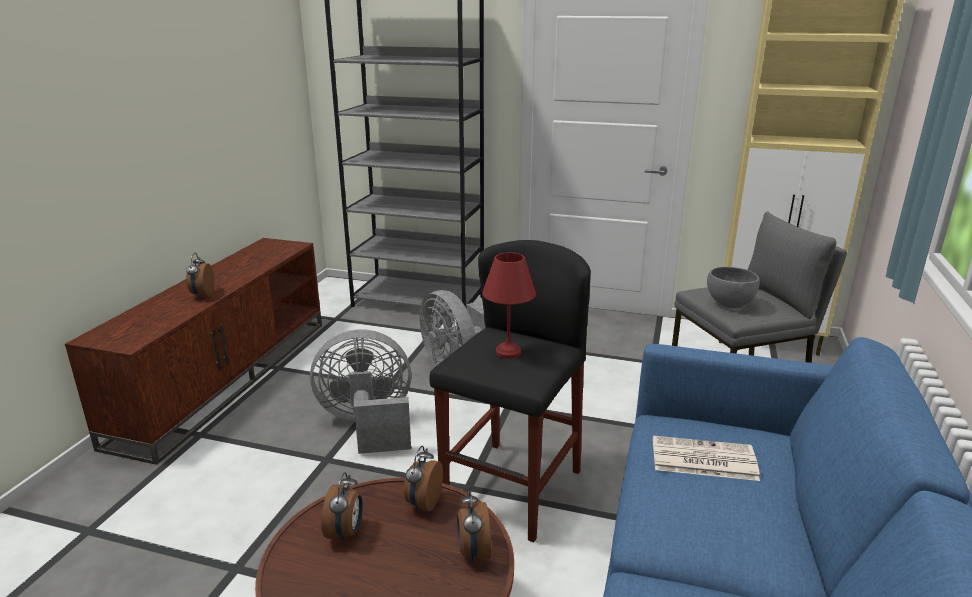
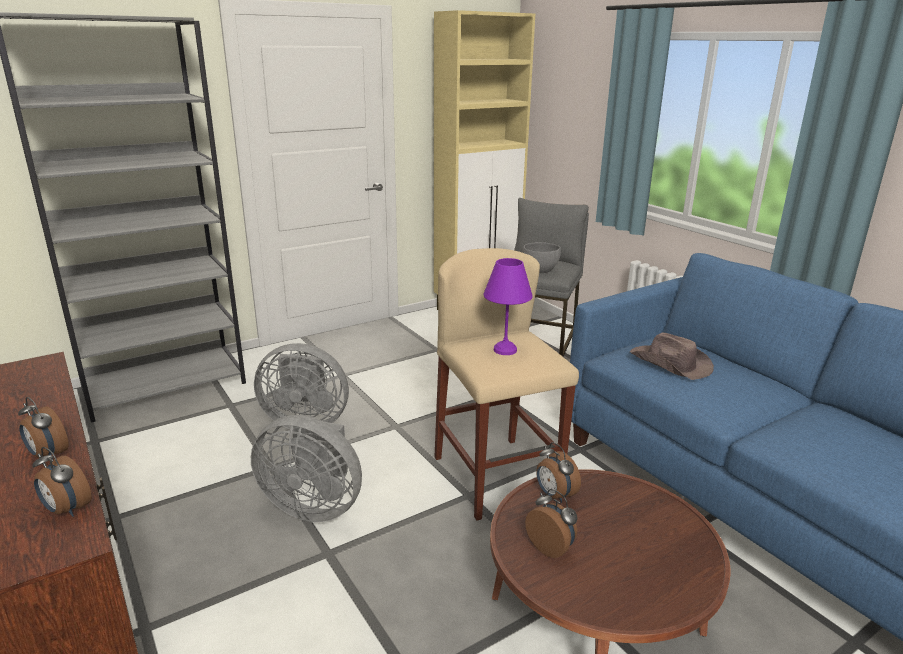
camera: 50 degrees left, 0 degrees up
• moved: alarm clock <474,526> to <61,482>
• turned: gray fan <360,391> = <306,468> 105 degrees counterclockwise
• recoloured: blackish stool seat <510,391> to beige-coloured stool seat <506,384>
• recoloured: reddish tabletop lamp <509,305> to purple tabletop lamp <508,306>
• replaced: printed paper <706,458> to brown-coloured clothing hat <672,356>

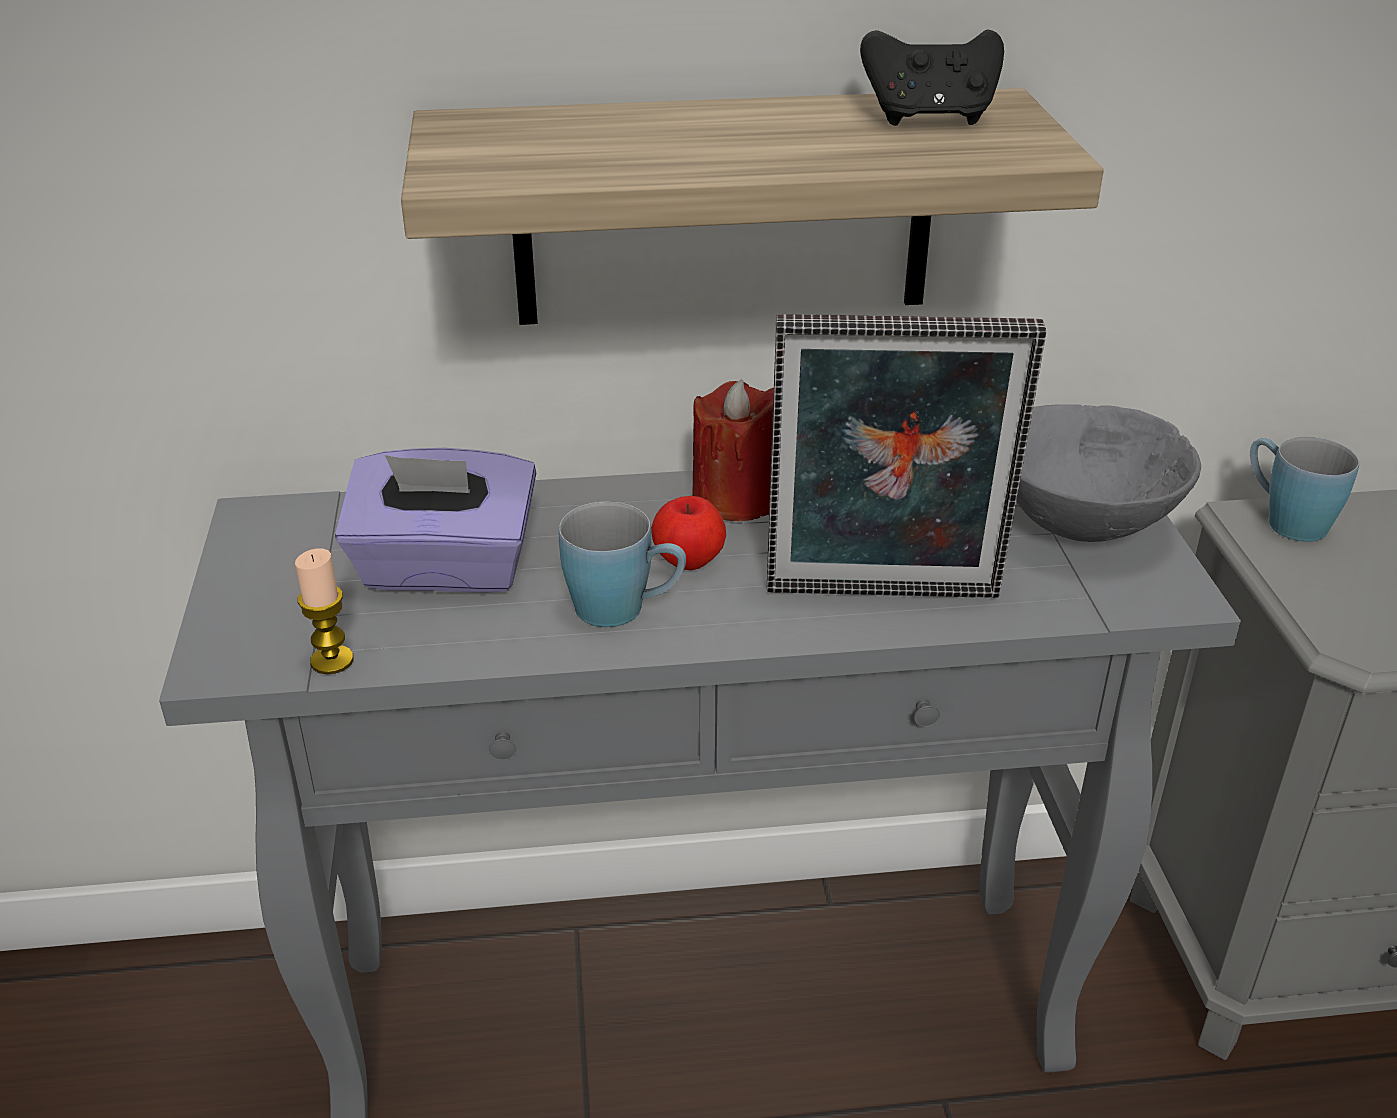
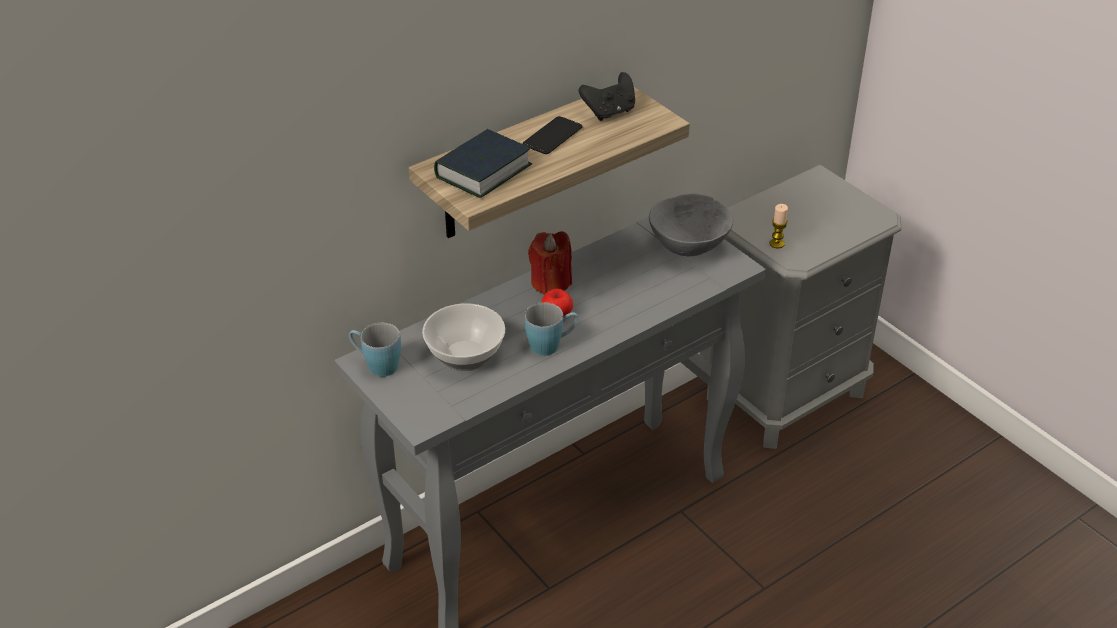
camera: 30 degrees left, 5 degrees up
• moved: blue mug <1304,489> to <375,350>
• replaced: purple tissue box <435,520> to serving bowl <463,337>
• added: volume <483,163>
• added: telephone <552,135>
• moved: wax light <324,611> to <778,226>
• removed: picture frame <906,456>

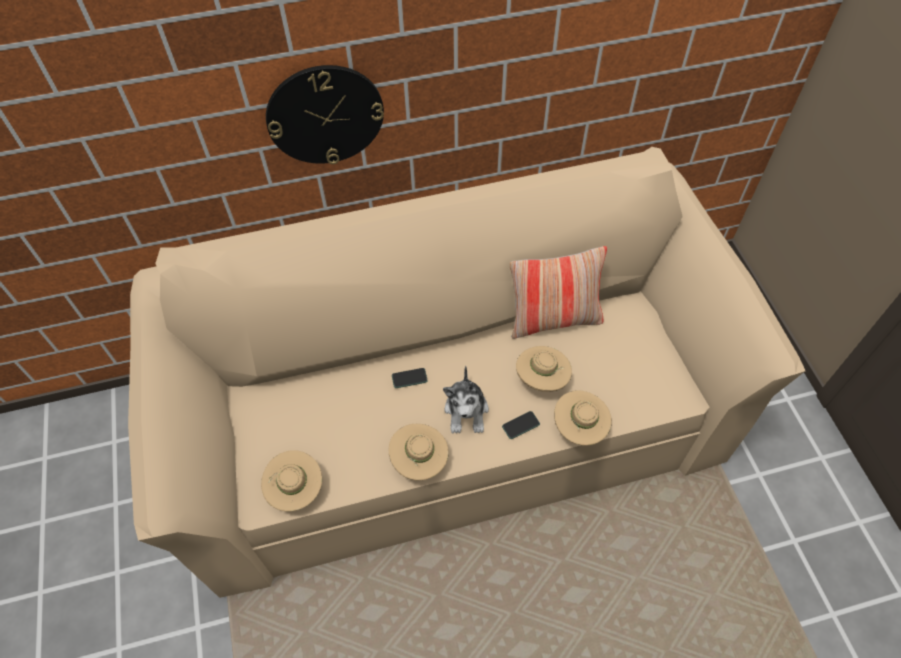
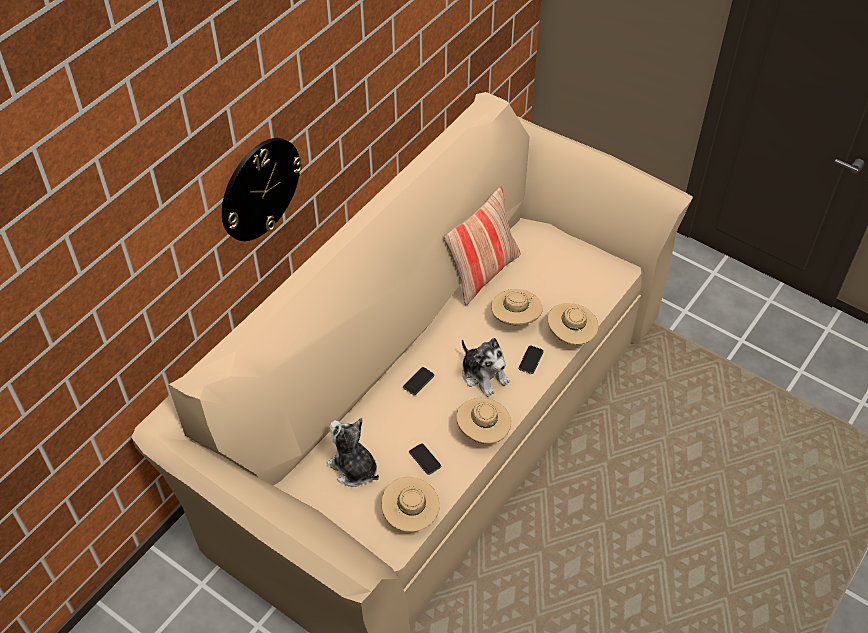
camera: 40 degrees left, 5 degrees down
• added: cuddly toy <352,452>
• added: telephone <425,459>

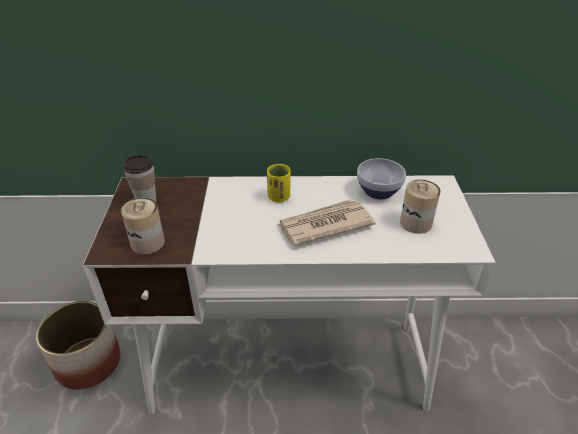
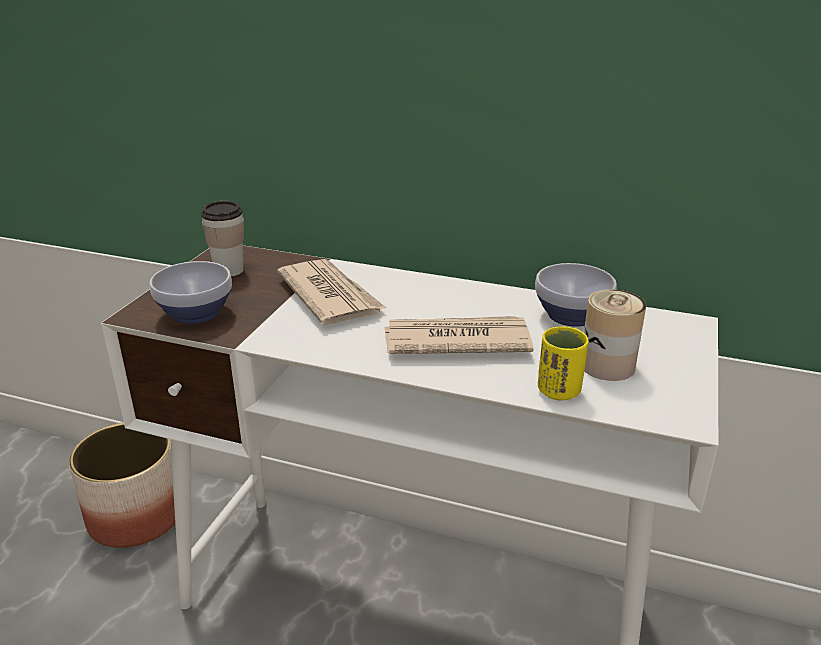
camera: 20 degrees right, 10 degrees down
• replaced: can <143,226> to serving bowl <191,292>
• added: printed paper <332,292>
• moved: yellow small cup <279,183> to <563,363>

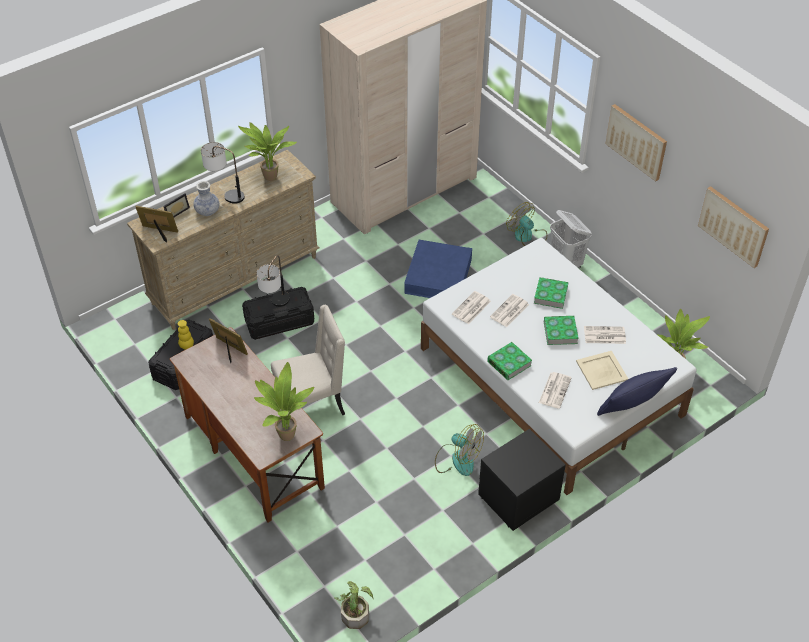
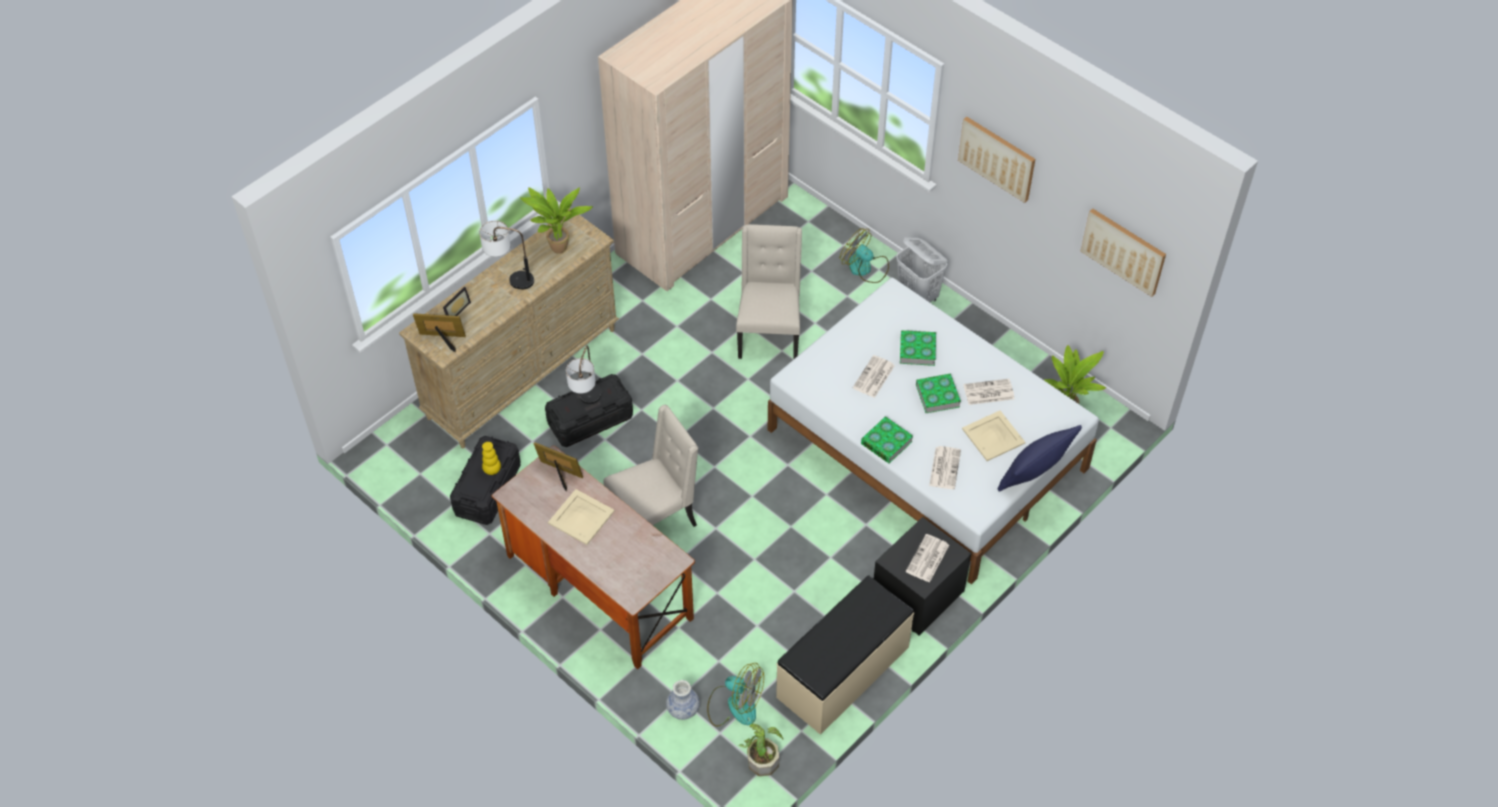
camera: 10 degrees left, 5 degrees up
• added: beige-coloured tray <581,517>
• moved: vase <206,198> to <683,700>
• moved: fan <459,450> to <735,695>
• replaced: blue storage container <438,269> to beige-coloured chair <769,291>
• added: beige-coloured bench <845,655>
• moved: printed paper <471,307> to <927,558>
• removed: plant in a pot <284,401>

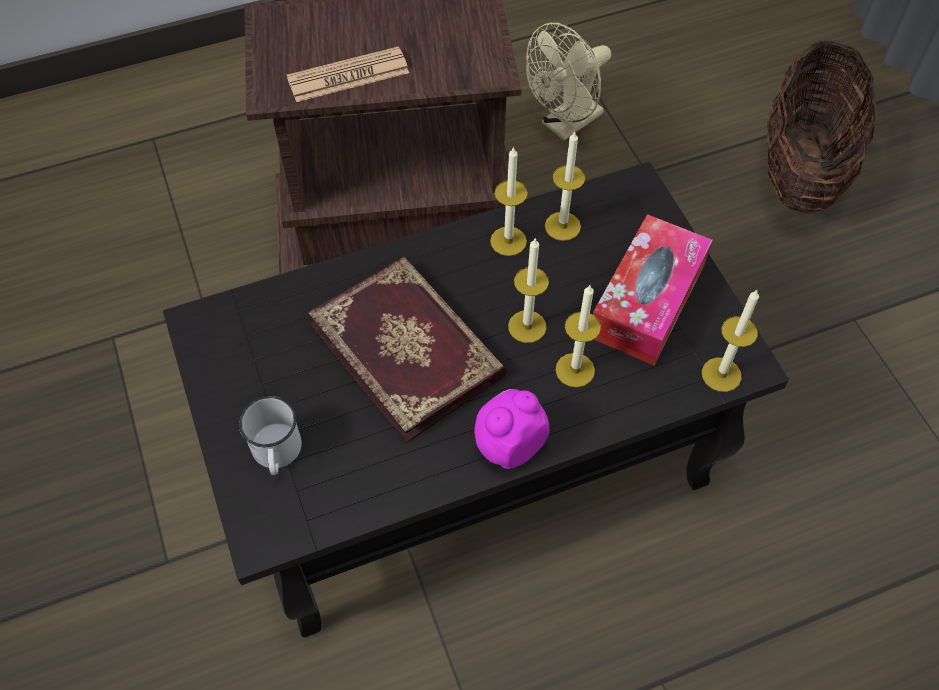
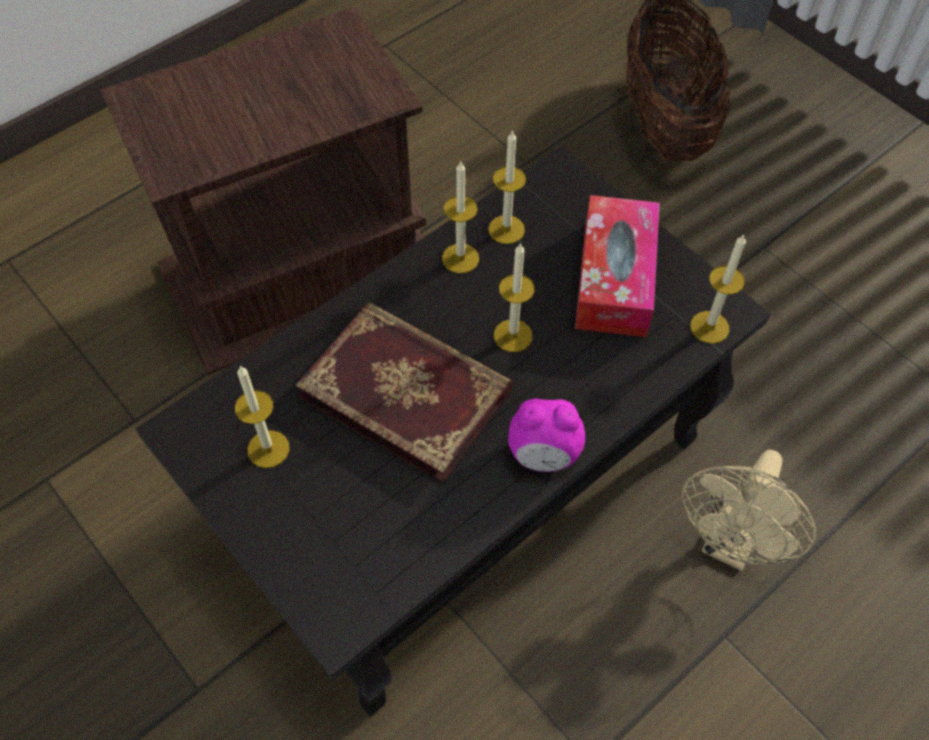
camera: 20 degrees left, 0 degrees up
• moved: wax light <578,336> to <262,416>
• turned: alarm clock <511,429> = <546,435> 120 degrees counterclockwise
• moved: beige-coloured fan <568,81> to <749,510>
• removed: whitish mug <270,435>
• removed: printed paper <348,74>

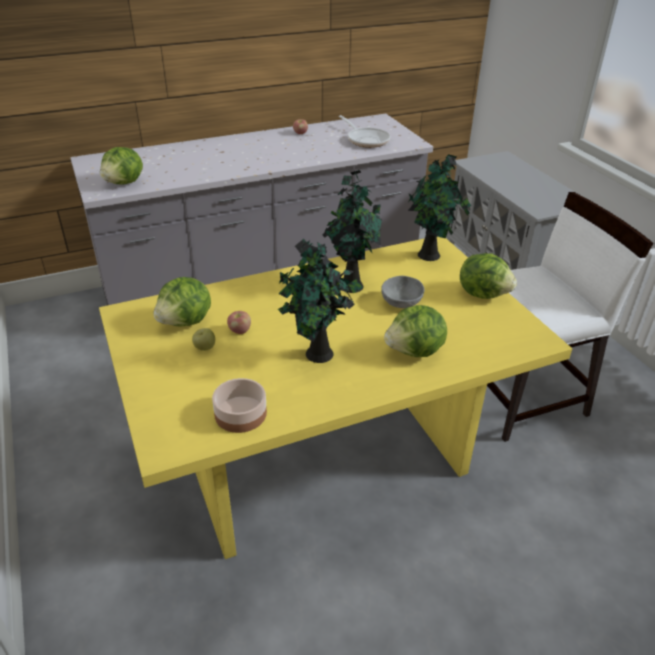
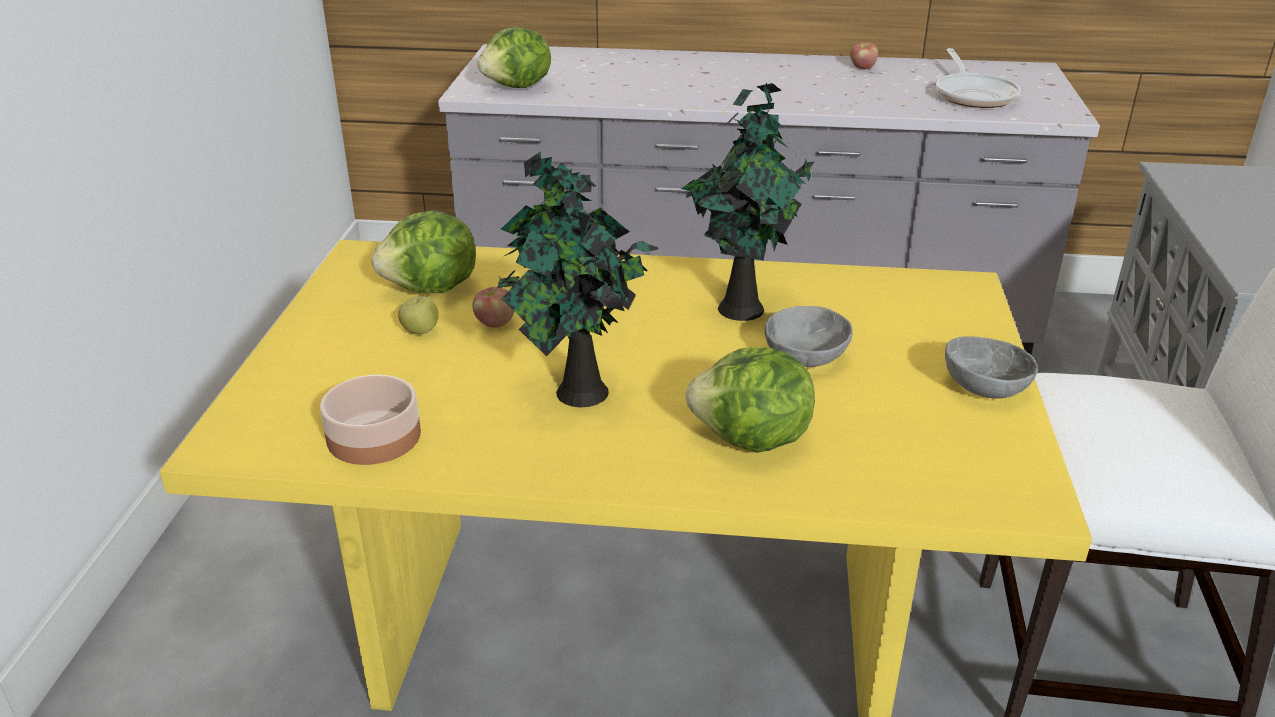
camera: 30 degrees right, 5 degrees down
• replaced: head of lettuce <488,276> to gray serving bowl <991,367>
• removed: plant in a pot <439,207>

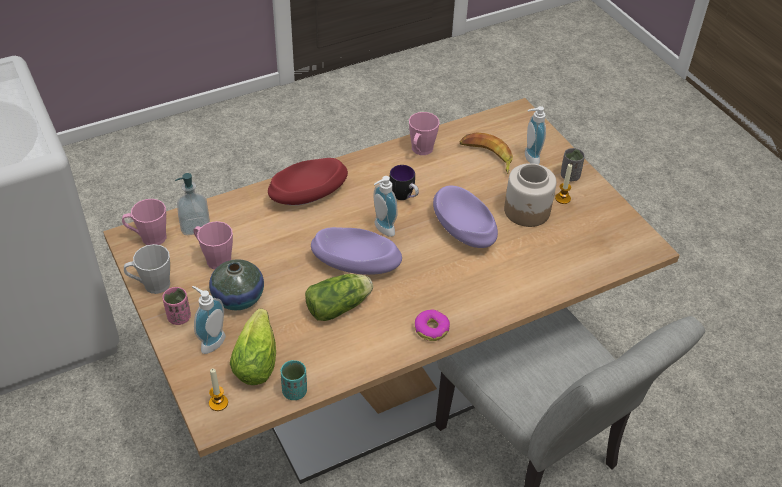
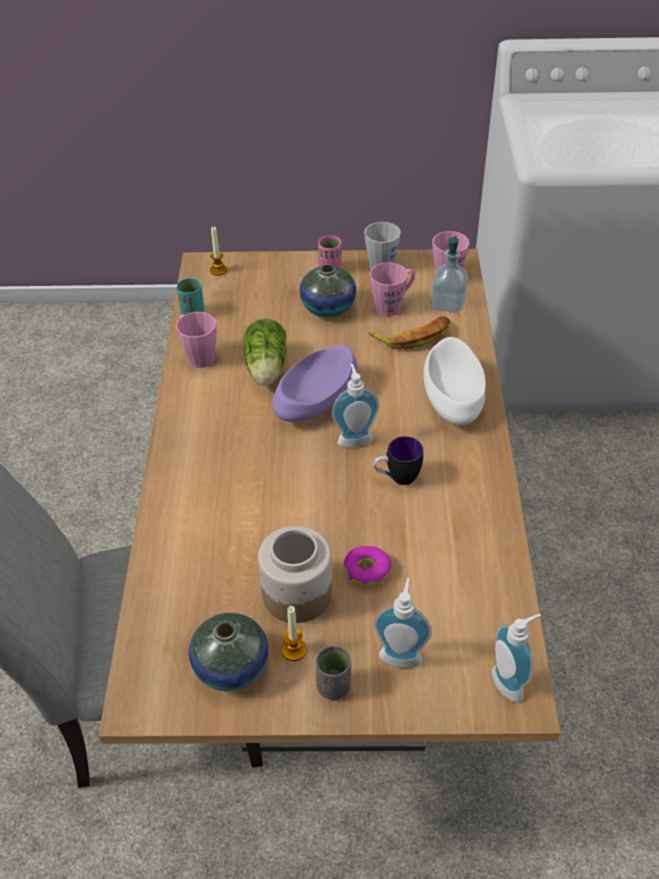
camera: 120 degrees right, 0 degrees up
• moved: pink-coloured mug <424,133> to <196,340>
• added: vase <229,652>
• moved: doughnut <432,325> to <368,566>
• moved: banana <486,153> to <409,332>
• recoloured: reddish serving bowl <308,182> to whitish serving bowl <455,381>
• moved: soap bottle <209,320> to <516,658>
• removed: head of lettuce <253,346>
• removed: purple serving bowl <465,217>

